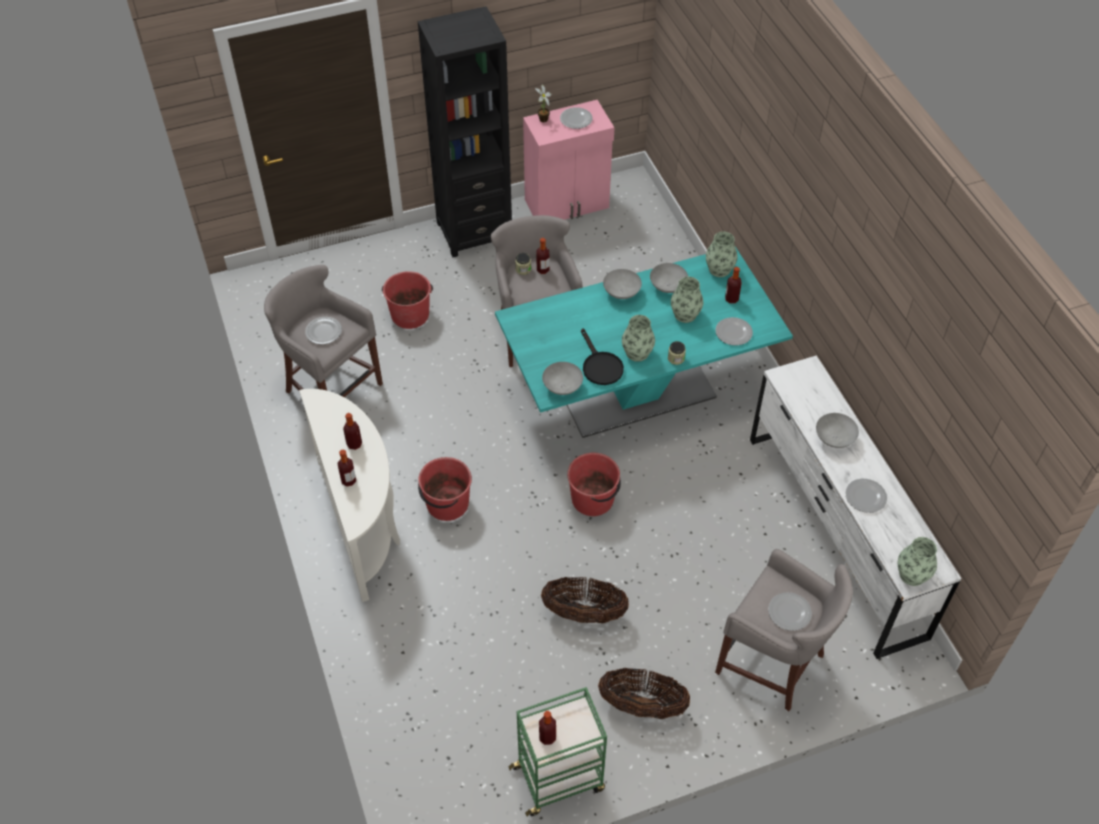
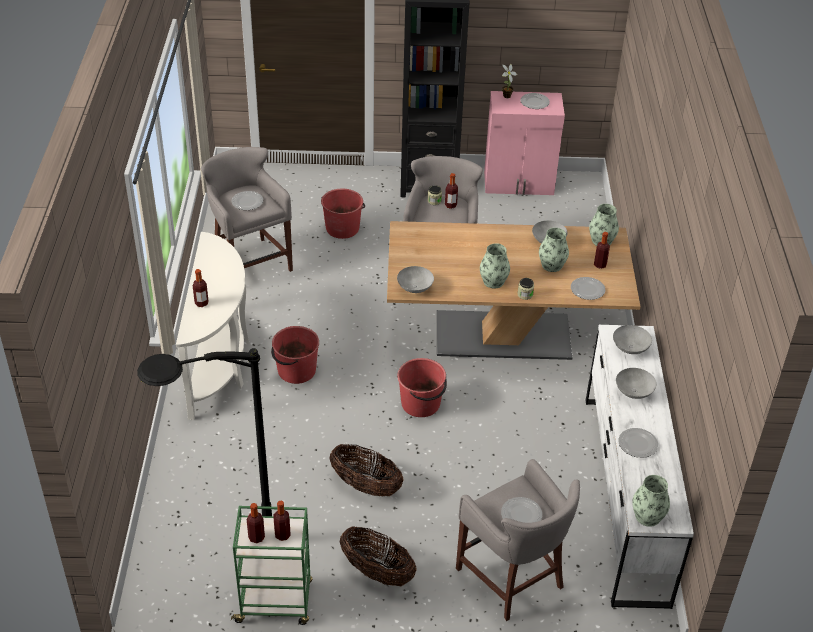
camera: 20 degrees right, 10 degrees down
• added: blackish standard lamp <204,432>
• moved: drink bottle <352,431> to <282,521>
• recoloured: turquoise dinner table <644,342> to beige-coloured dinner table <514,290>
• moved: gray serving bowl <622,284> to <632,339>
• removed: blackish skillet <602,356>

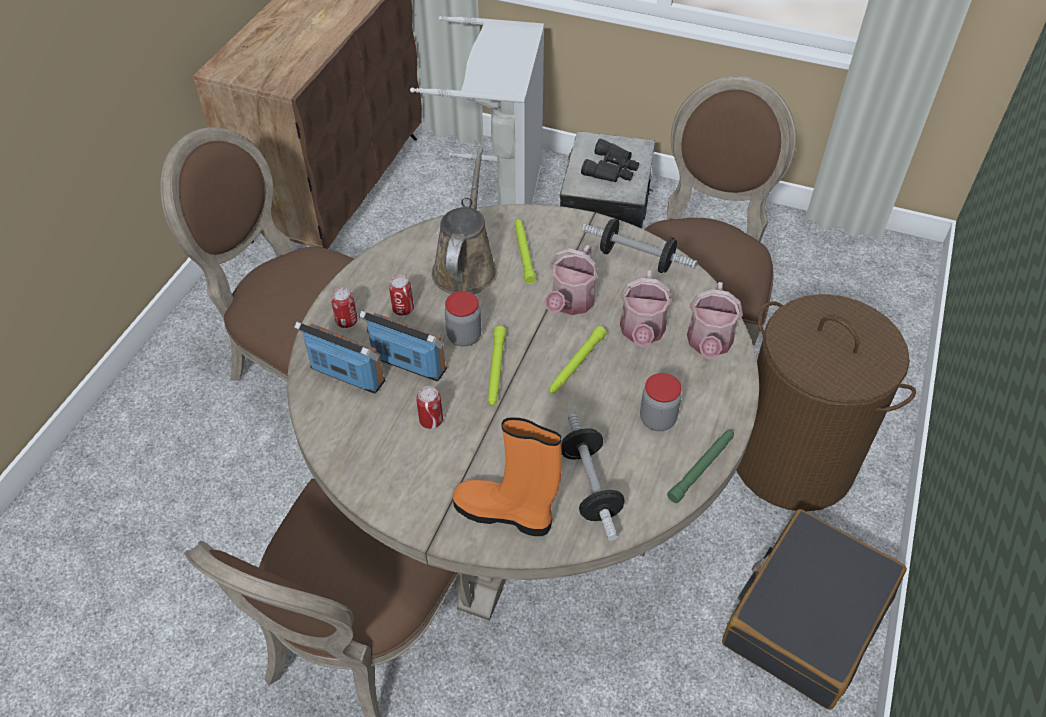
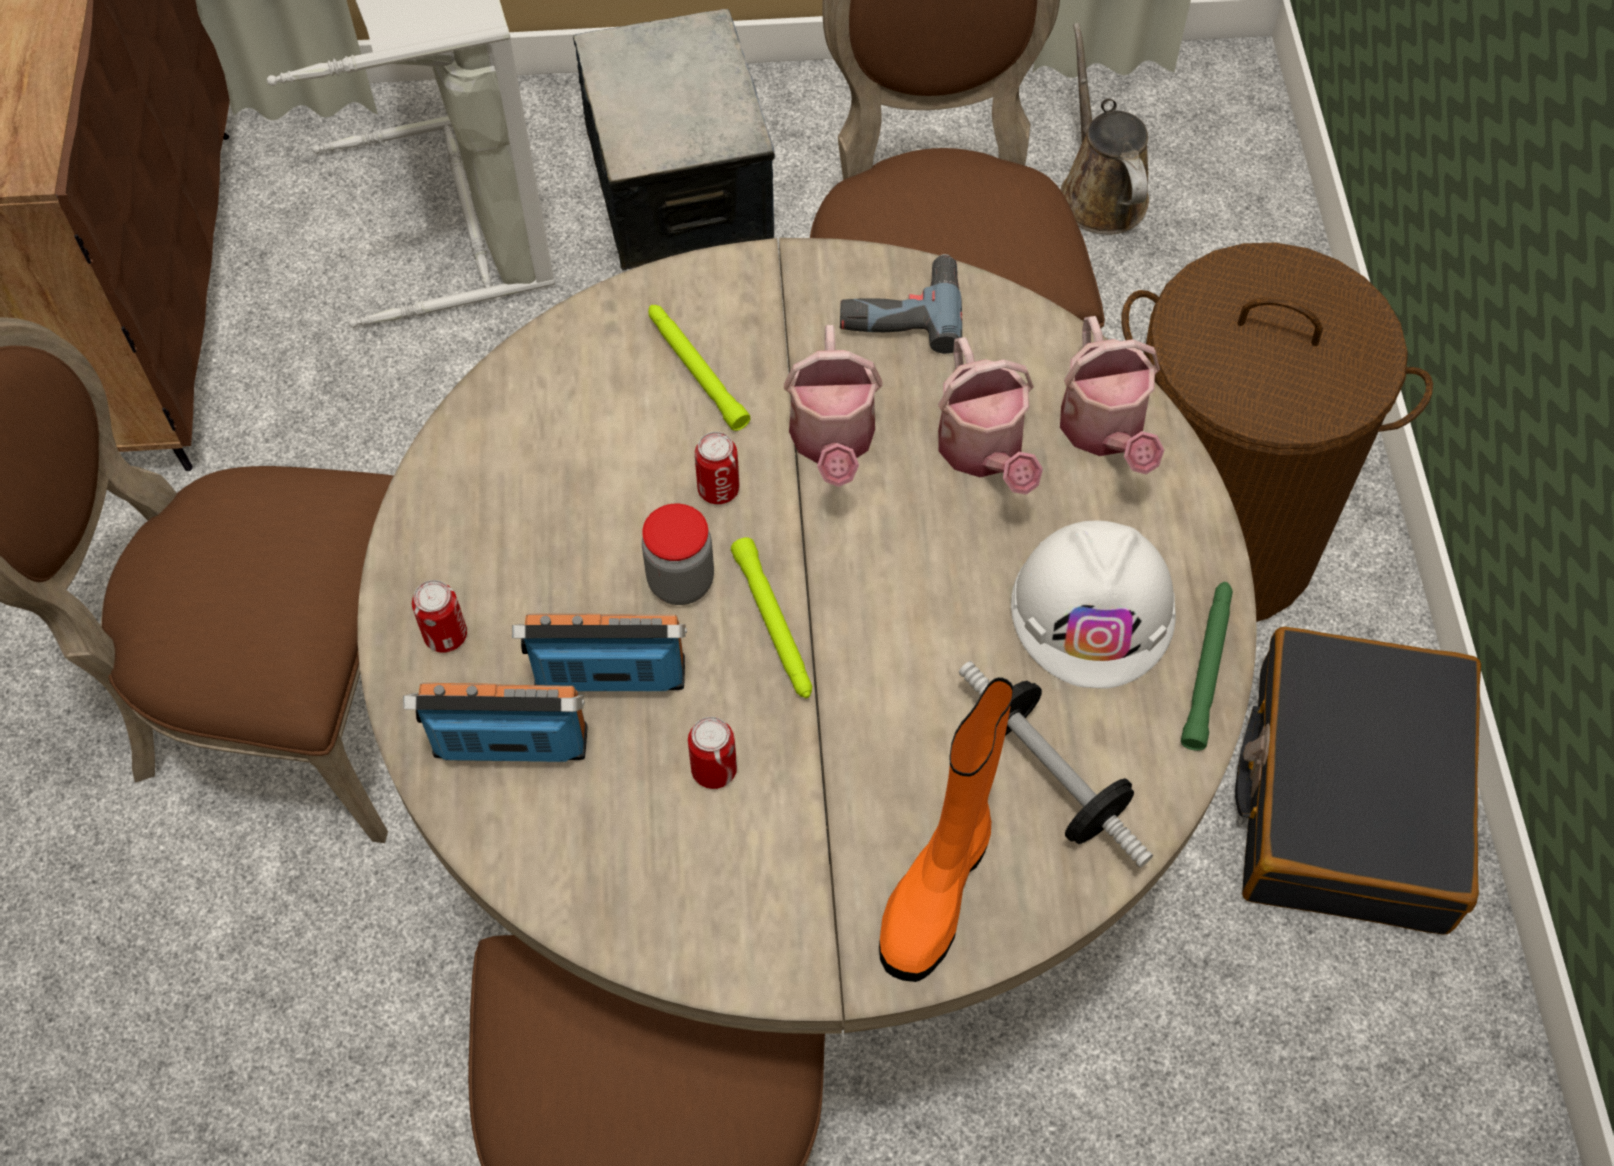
camera: 25 degrees left, 10 degrees up
• moved: can <401,295> to <717,468>
• replaced: hand weight <639,246> to power drill <901,304>
• turned: orangey boot <507,476> = <946,829> 60 degrees counterclockwise
• replaced: preserve jar <661,402> to whitish hard hat <1093,604>
• moved: brown-coloured sprinkling can <464,220> to <1104,129>
• removed: green hand torch <578,359>
• removed: blackish field glasses <610,160>

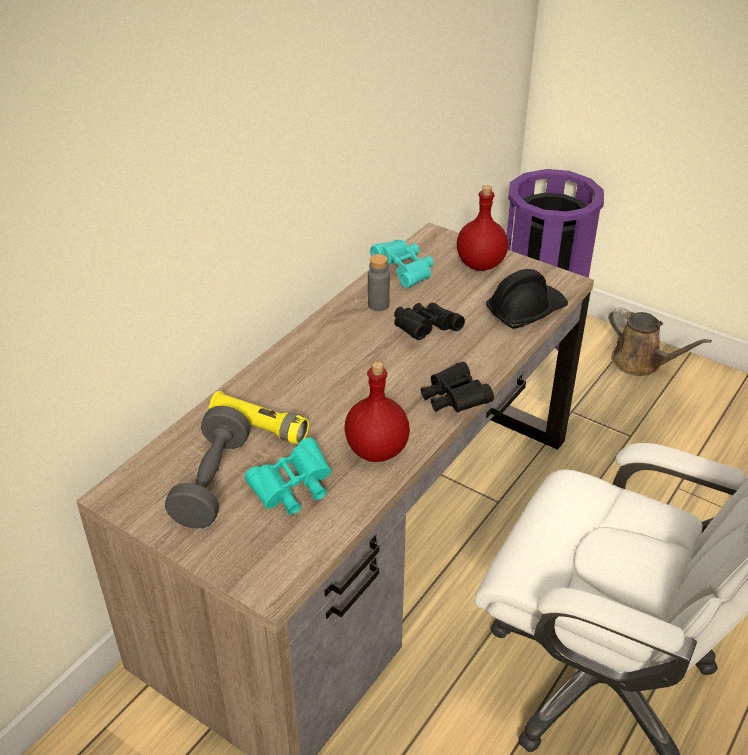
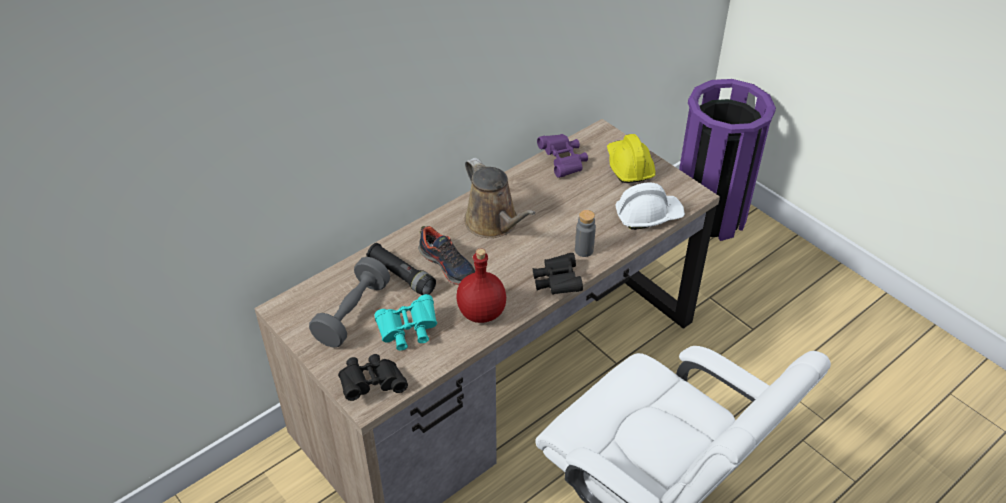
camera: 15 degrees right, 5 degrees up
• moved: blackish field glasses <429,321> to <373,377>
• recoloured: yellow hand torch <259,417> to blackish hand torch <401,269>
• added: item of footwear <446,255>
• moved: brown-coloured sprinkling can <660,341> to <500,198>
• recoloured: turquoise field glasses <402,264> to purple field glasses <562,156>
• moved: gray drink bottle <379,282> to <585,233>
• replaced: reddish drink bottle <482,228> to yellow hard hat <631,158>
• recoloured: blackish hard hat <527,298> to whitish hard hat <650,206>

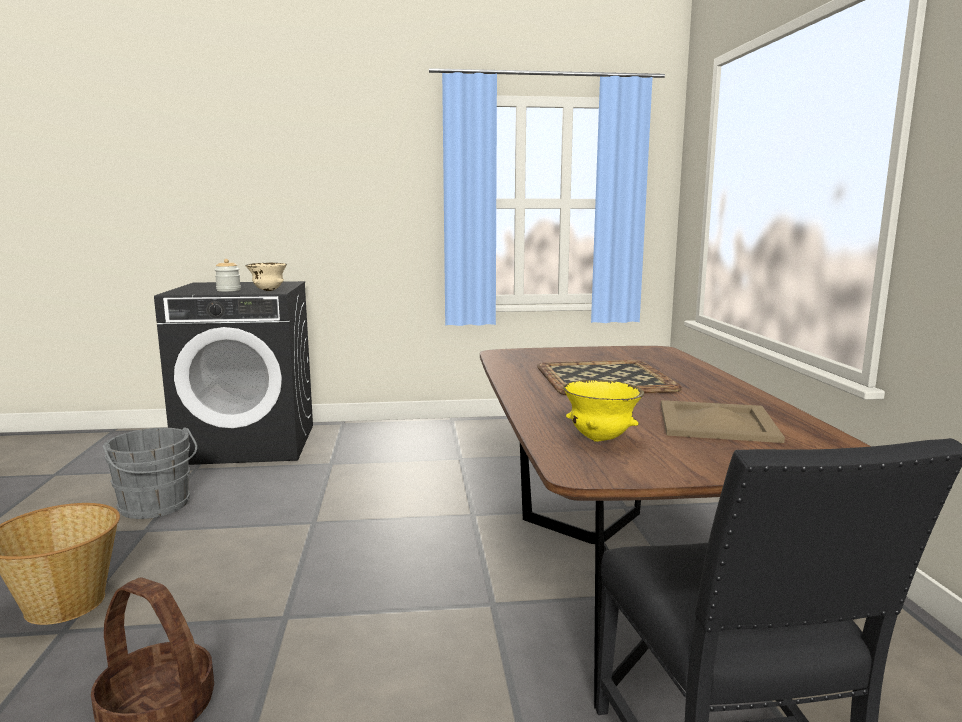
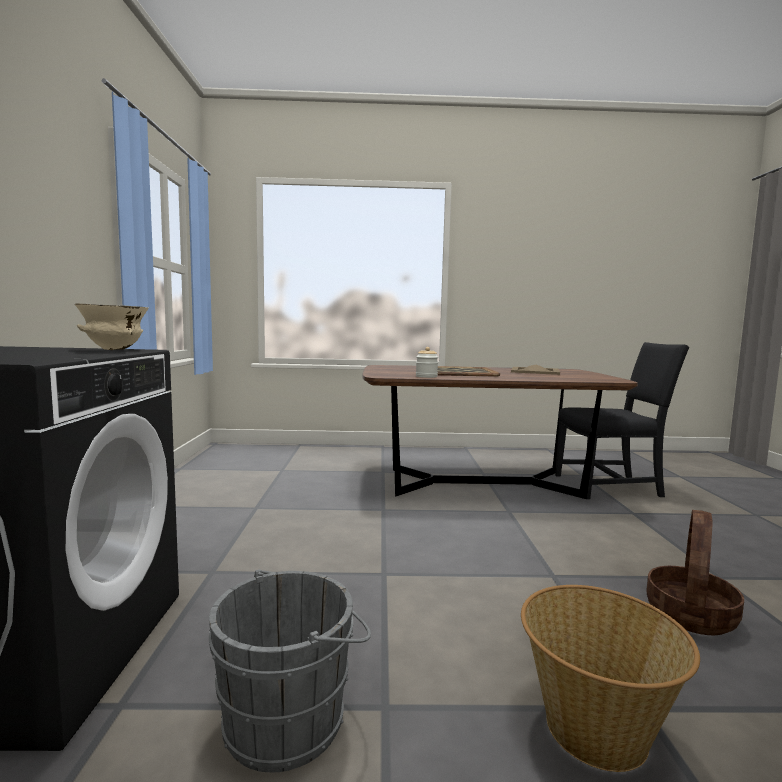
camera: 85 degrees left, 5 degrees down
• moved: preserve jar <228,275> to <427,362>
• removed: yellow serving bowl <603,411>

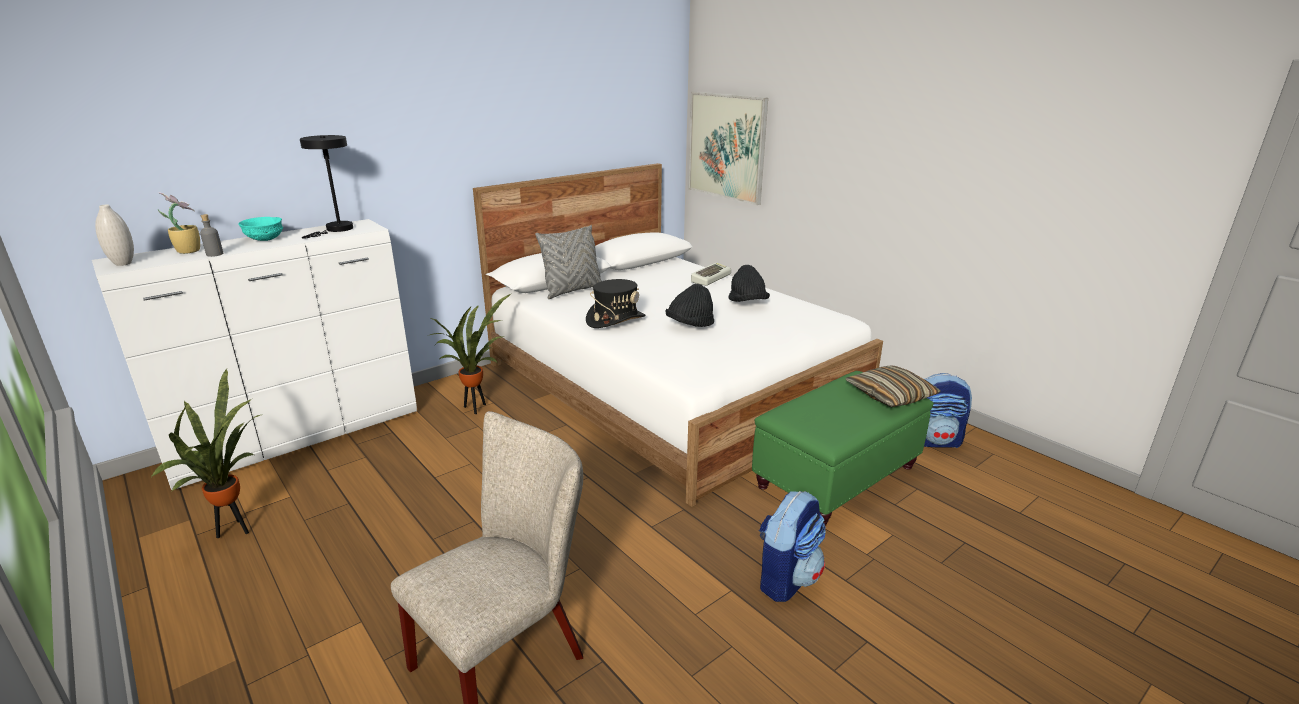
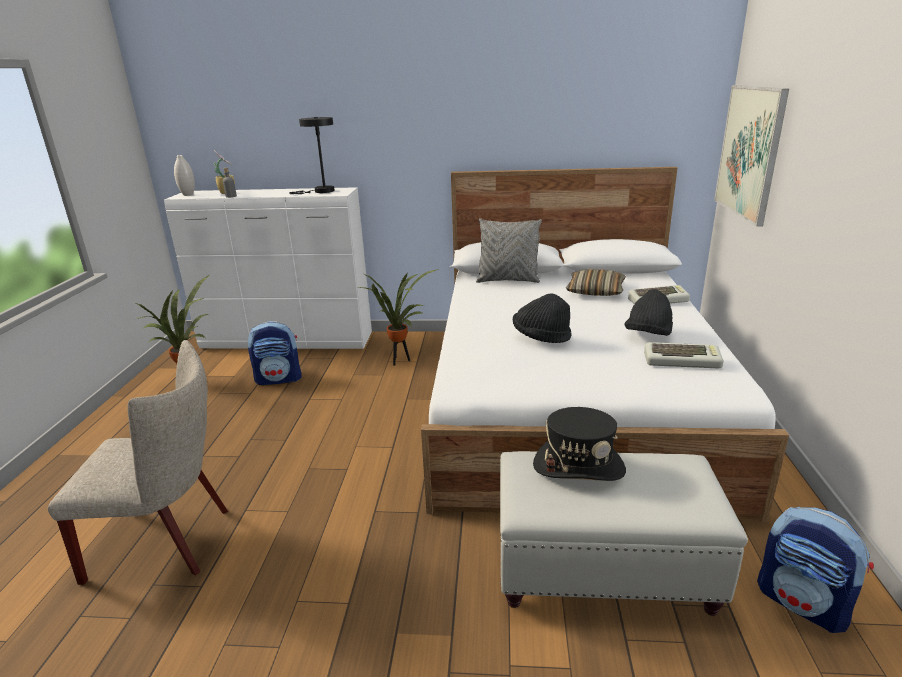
camera: 45 degrees right, 0 degrees up
• moved: knapsack <792,546> to <275,353>
• recoloured: green pouffe <843,448> to whitish pouffe <624,533>
• moved: blackish clothing hat <616,303> to <579,444>
• moved: cushion <893,386> to <596,282>
• added: keyboard <684,355>
• removed: turquoise serving bowl <260,229>

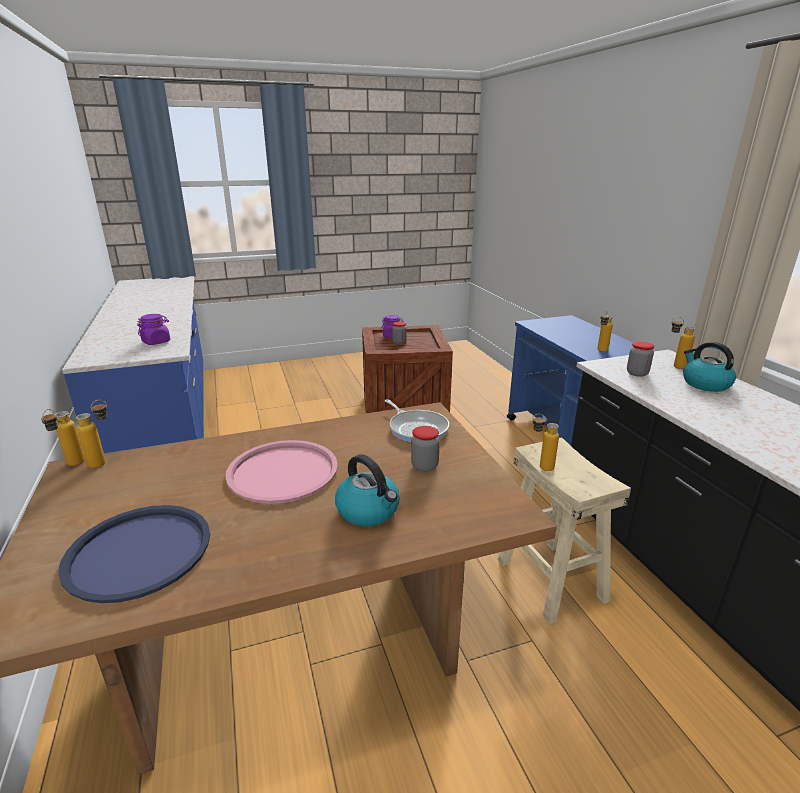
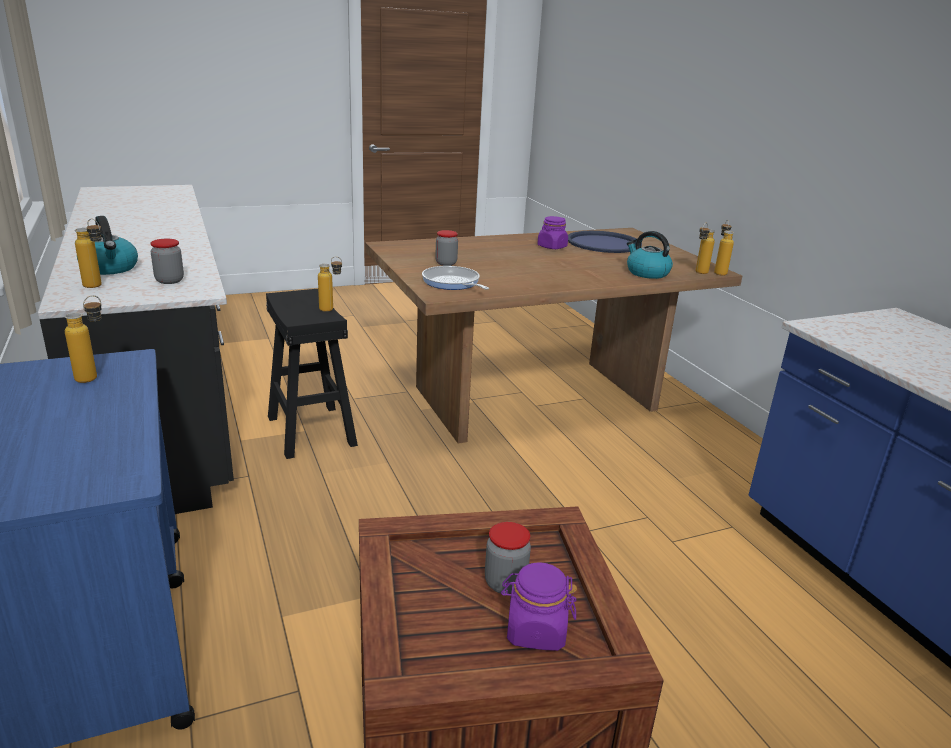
camera: 175 degrees right, 0 degrees up
• recoloured: beige-coloured stool seat <564,530> to blackish stool seat <312,374>
• moved: purple preserve jar <153,329> to <552,232>
• moved: kettle <367,490> to <650,255>
• removed: pink-coloured tray <281,472>

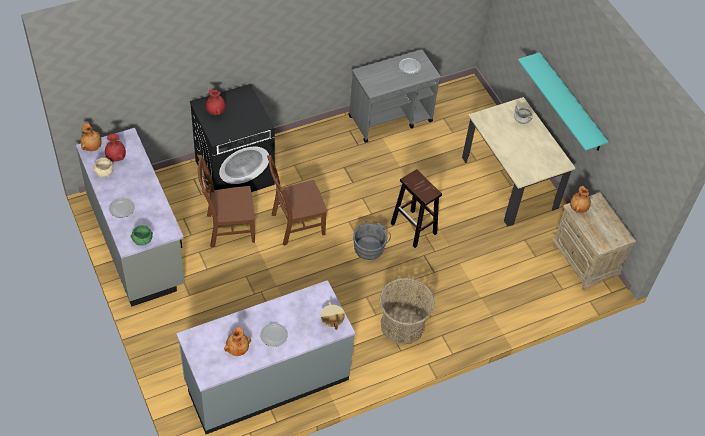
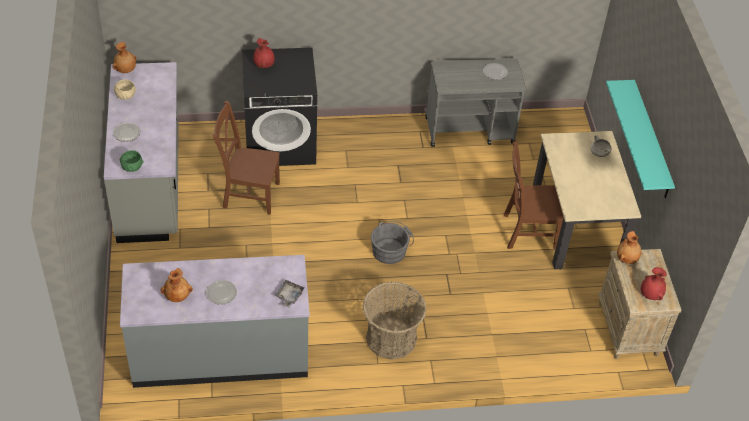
camera: 20 degrees right, 5 degrees down
• replaced: beige-coloured stockpot <333,316> to gray tray <289,293>
• moved: brown-coloured chair <297,200> to <534,195>
• moved: reddish vase <115,148> to <654,283>
• removed: brown-coloured stool seat <416,208>

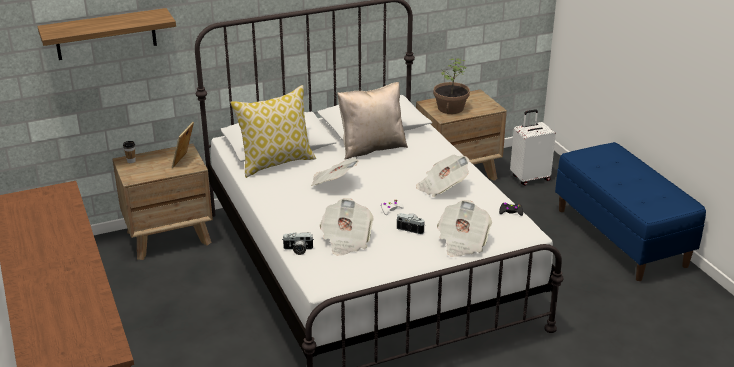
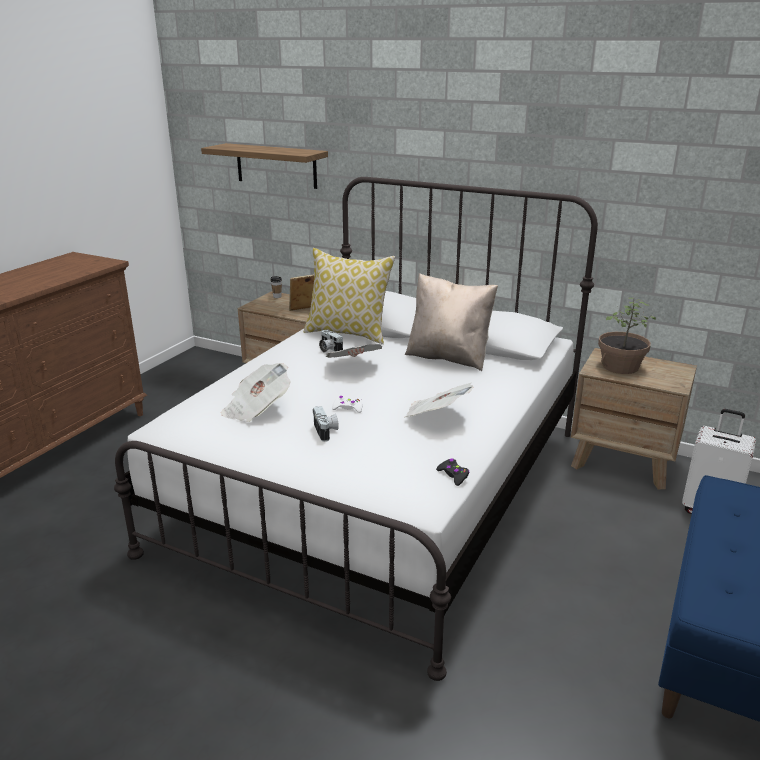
camera: 50 degrees right, 5 degrees down
• moved: photo camera <298,243> to <331,341>
• removed: printed paper <464,228>

